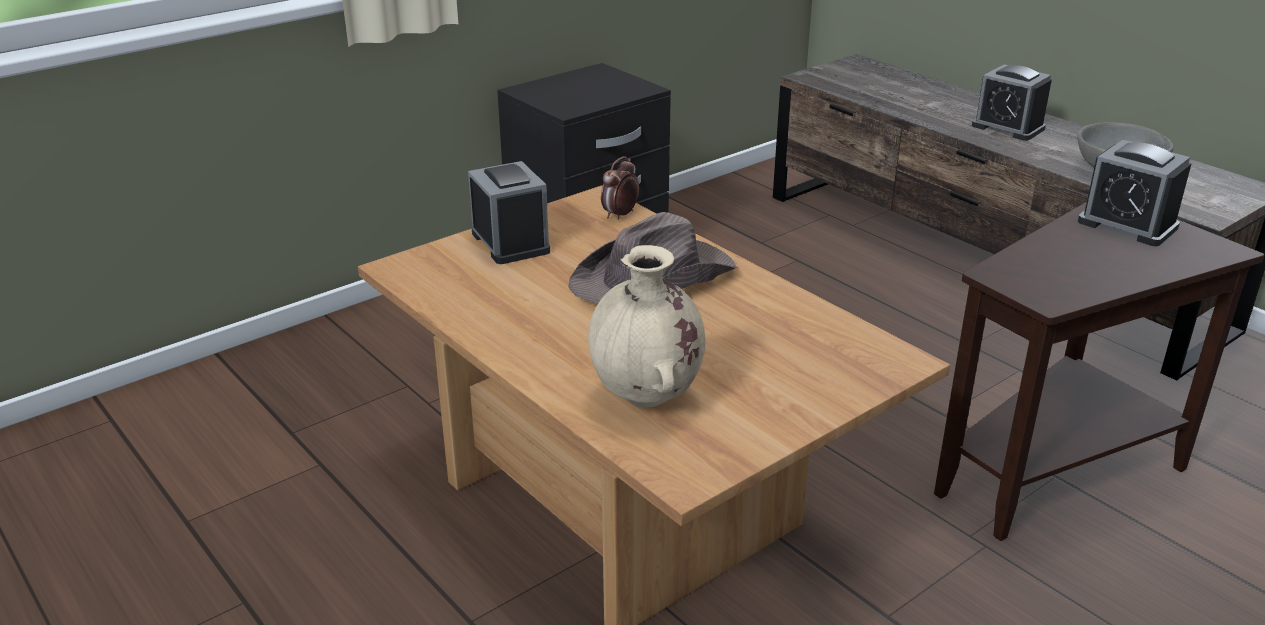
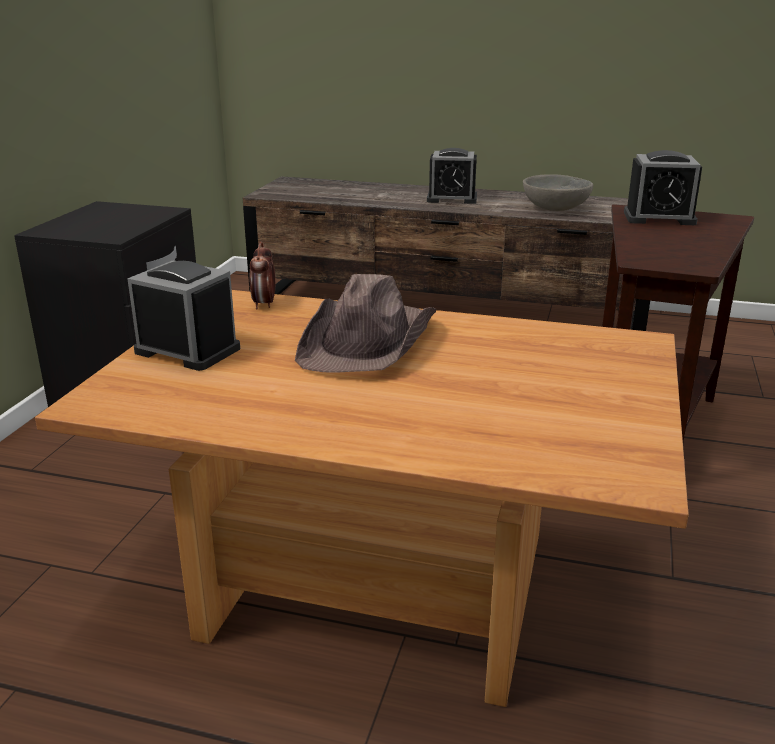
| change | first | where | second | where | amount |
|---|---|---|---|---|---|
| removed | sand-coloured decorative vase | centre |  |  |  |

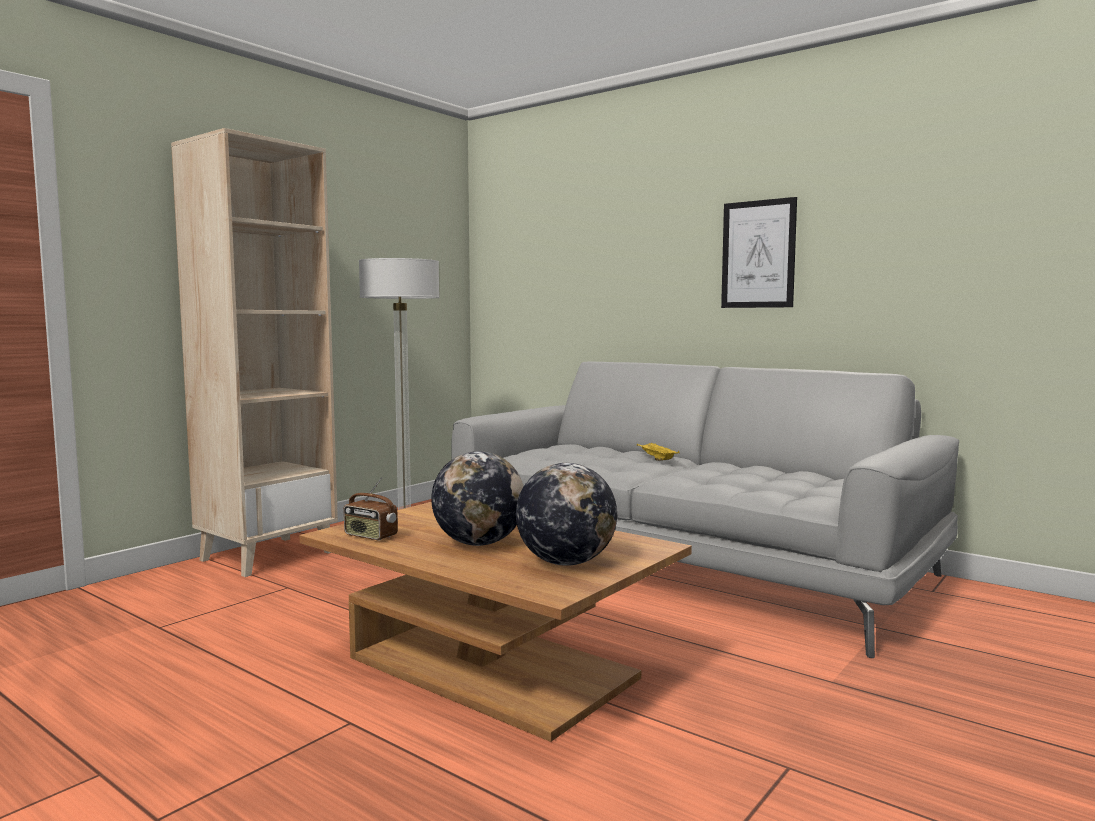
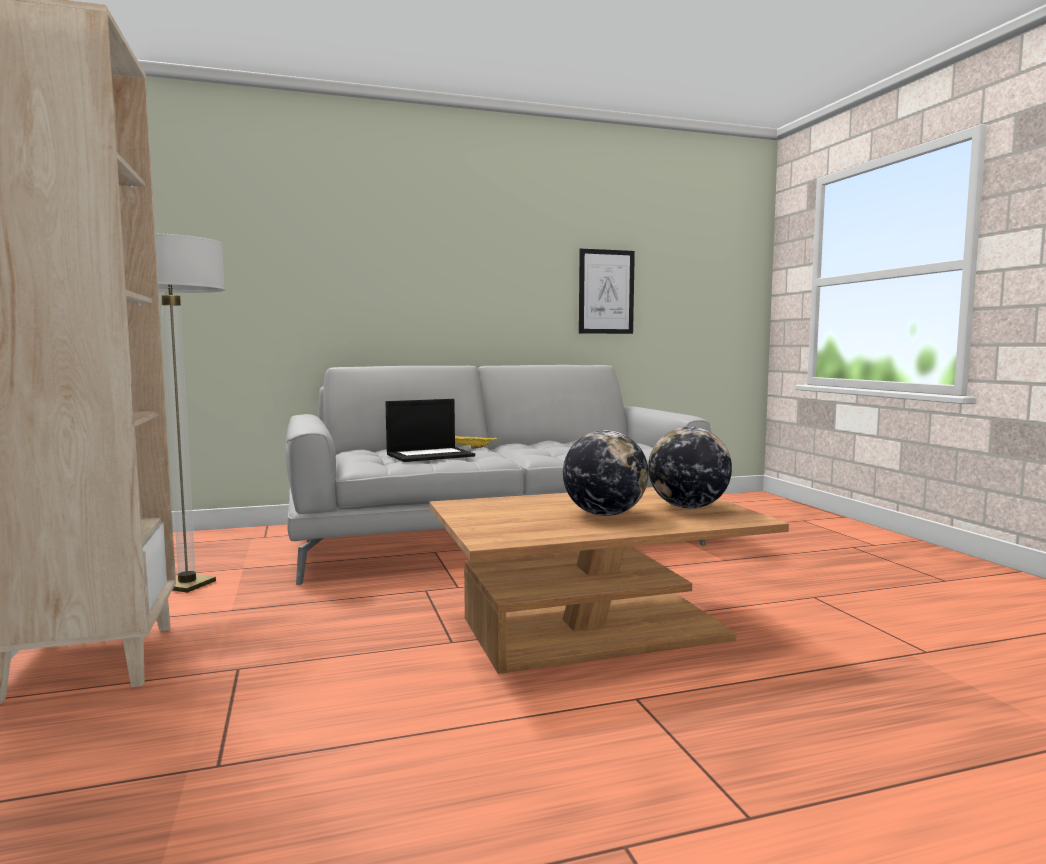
| change | first | where | second | where | amount |
|---|---|---|---|---|---|
| moved | picture | top right |  | centre |  |
| removed | radio receiver | centre |  |  |  |
| added |  |  | laptop | centre |  |

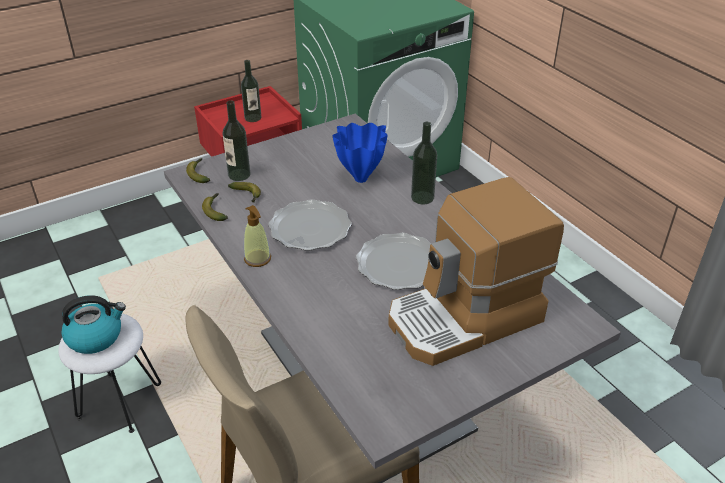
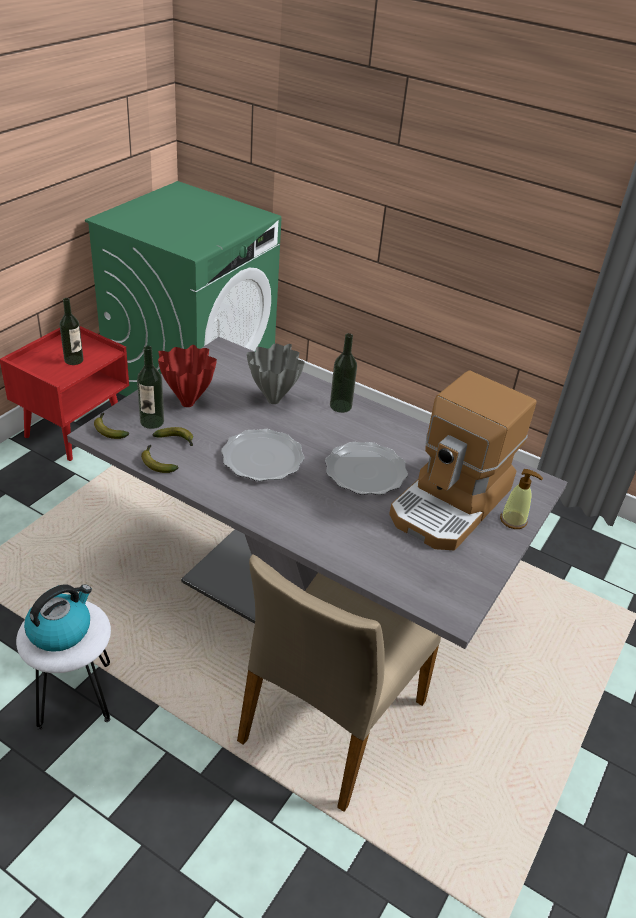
| change | first | where | second | where | amount |
|---|---|---|---|---|---|
| recoloured | blue decorative vase | top centre | gray decorative vase | centre |  |
| moved | liquid soap bottle | centre |  | middle right |  |
| added |  |  | reddish decorative vase | middle left |  |

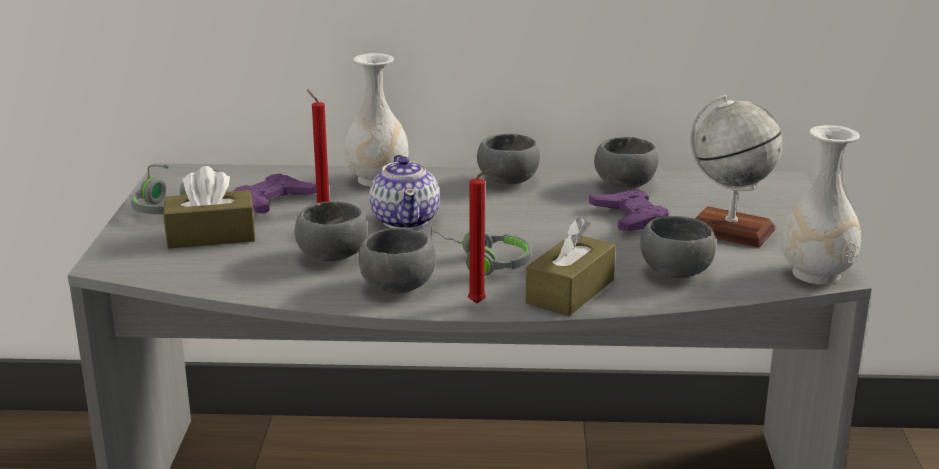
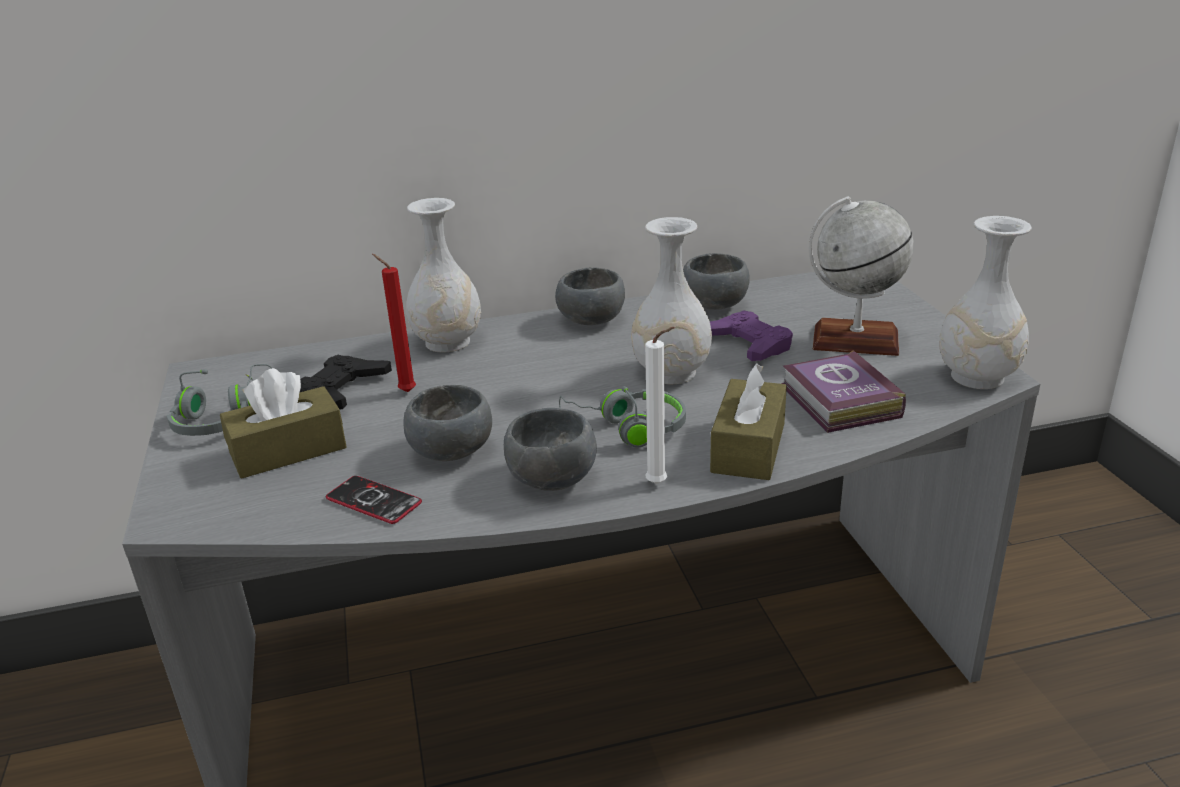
| change | first | where | second | where | amount |
|---|---|---|---|---|---|
| removed | teapot | centre |  |  |  |
| recoloured | reddish wax candle (2nd from left) | centre | white-coloured wax candle | centre |  |
| recoloured | purplish joypad (1st from left) | middle left | blackish joypad | middle left |  |
| replaced | gray serving bowl (5th from left) | middle right | volume | middle right |  |
| added |  |  | white-coloured decorative vase (2nd from left) | centre |  |
| added |  |  | telephone | middle left |  |

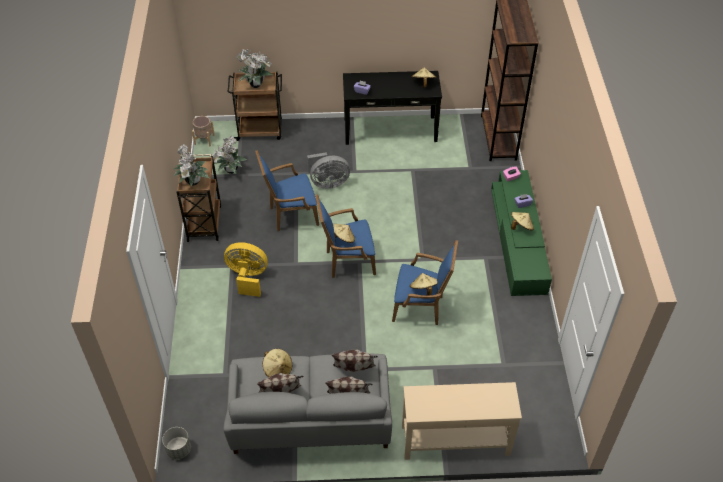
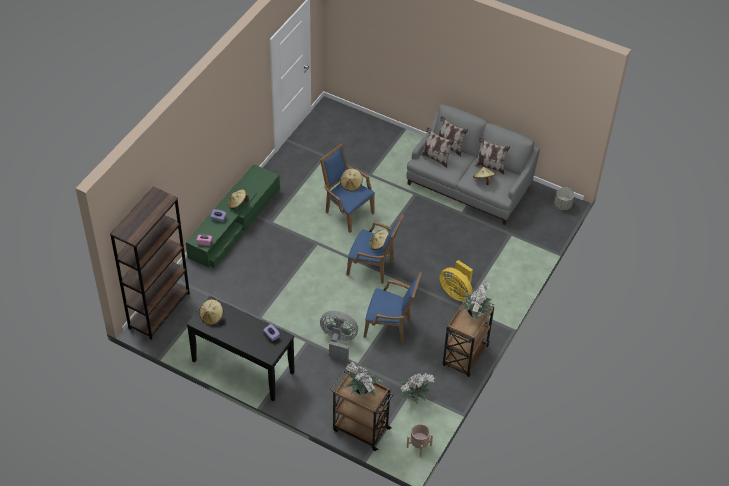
| change | first | where | second | where | amount |
|---|---|---|---|---|---|
| removed | sand-coloured console table | bottom centre |  |  |  |

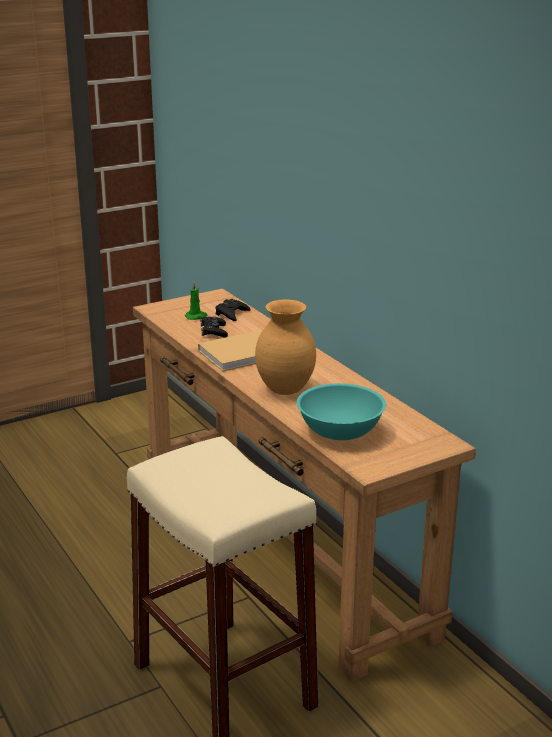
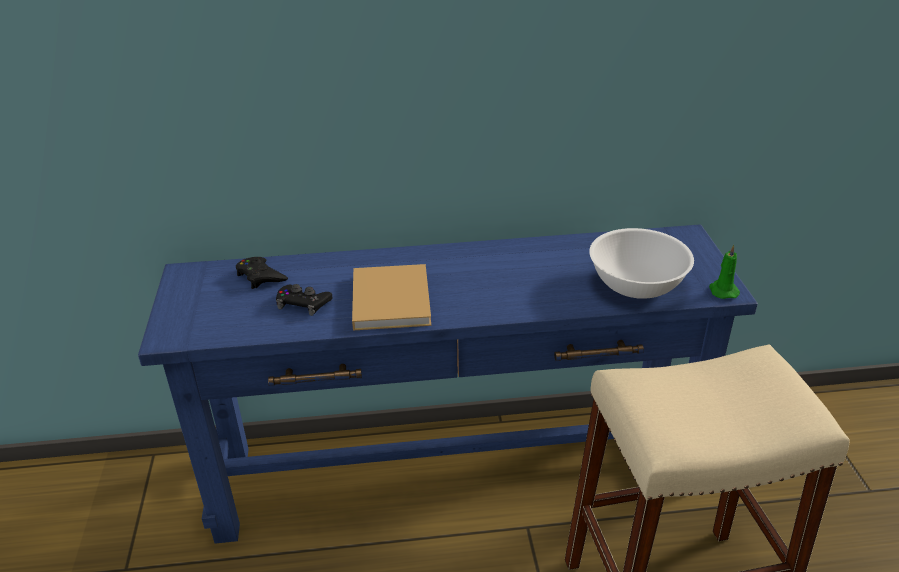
| change | first | where | second | where | amount |
|---|---|---|---|---|---|
| moved | green wax candle | centre |  | middle right |  |
| recoloured | brown console table | centre | blue console table | bottom centre |  |
| removed | brown decorative vase | centre |  |  |  |
| recoloured | turquoise-coloured serving bowl | centre | white-coloured serving bowl | middle right |  |

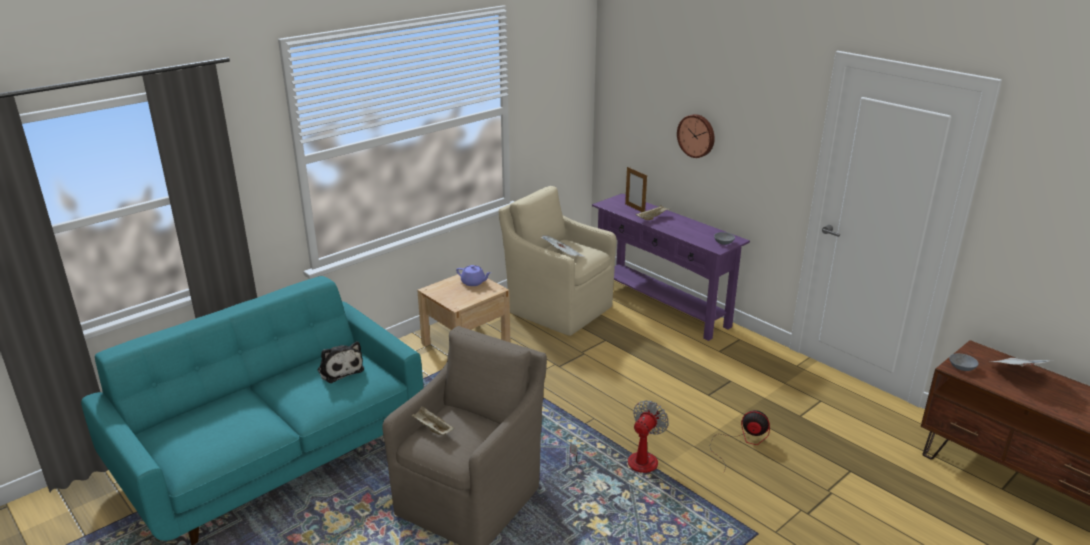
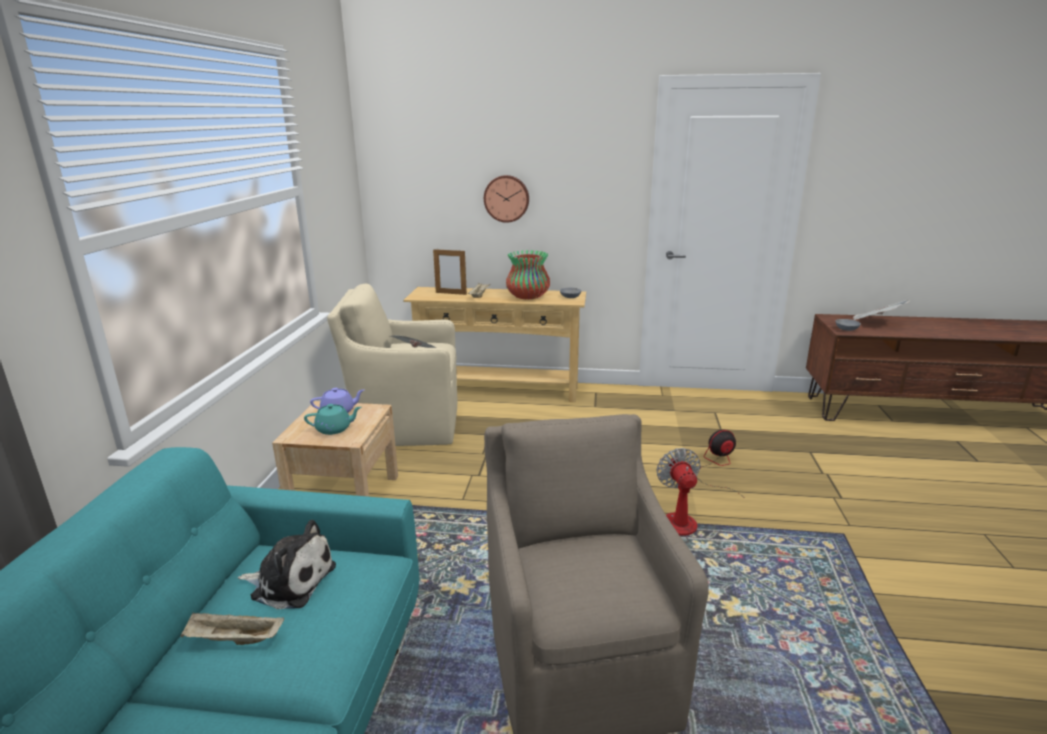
| change | first | where | second | where | amount |
|---|---|---|---|---|---|
| recoloured | purplish console table | centre | sand-coloured console table | centre |  |
| moved | sand-coloured carrying tray (1st from left) | bottom centre |  | bottom left |  |
| added |  |  | decorative vase | centre |  |
| added |  |  | turquoise-coloured teapot | middle left |  |

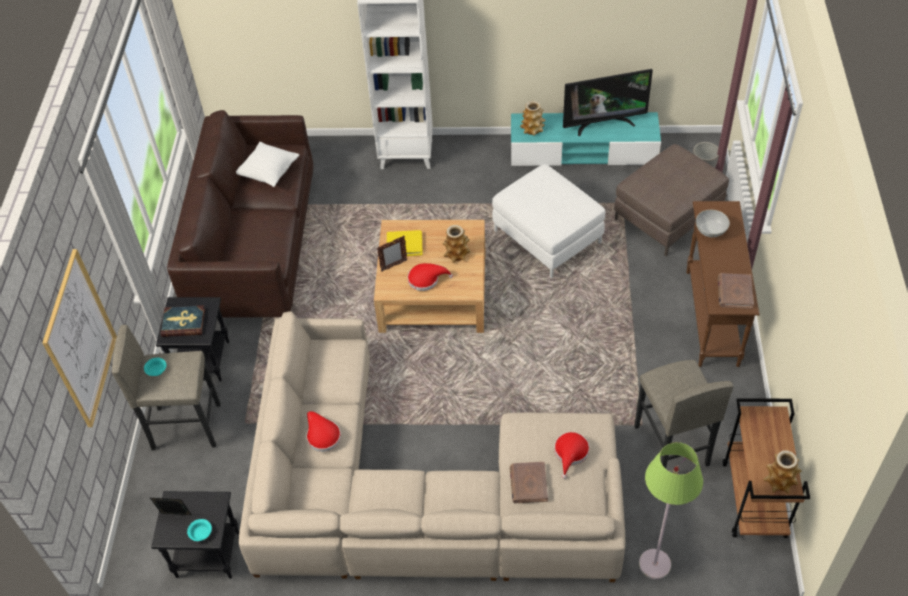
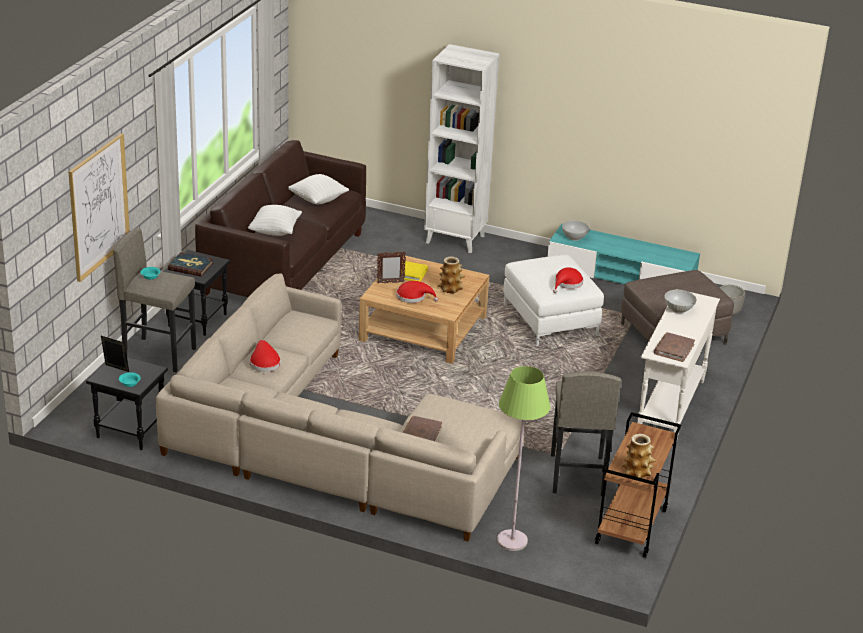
| change | first | where | second | where | amount |
|---|---|---|---|---|---|
| removed | TV | top right |  |  |  |
| replaced | decorative vase (2nd from left) | top centre | white-coloured serving bowl (1st from left) | centre |  |
| recoloured | brown console table | middle right | white-coloured console table | middle right |  |
| moved | reddish wearable hat (3rd from left) | bottom centre |  | centre |  |
| added |  |  | white-coloured pillow (1st from left) | middle left |  |

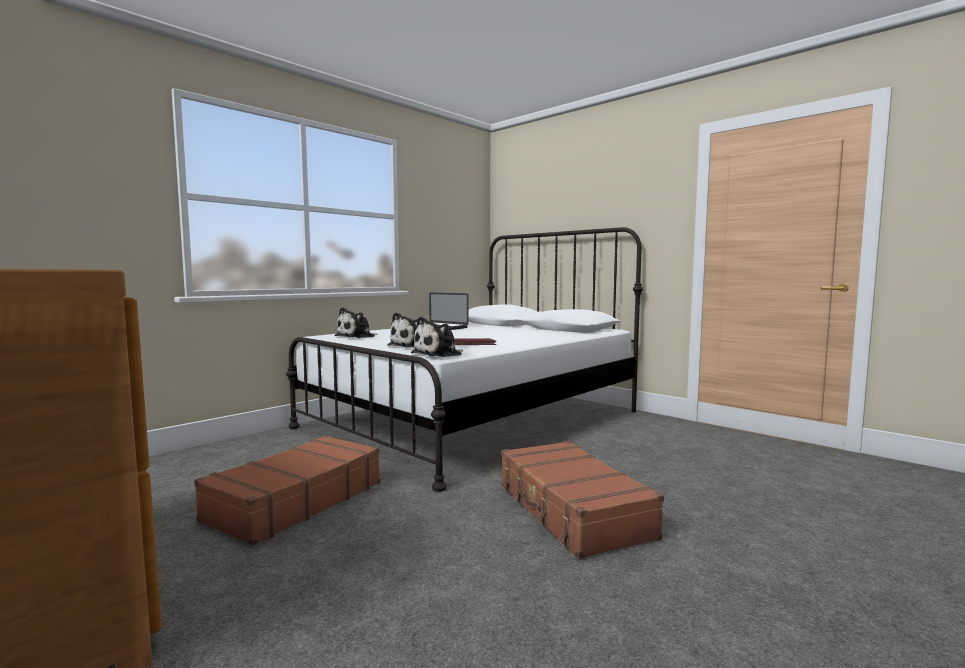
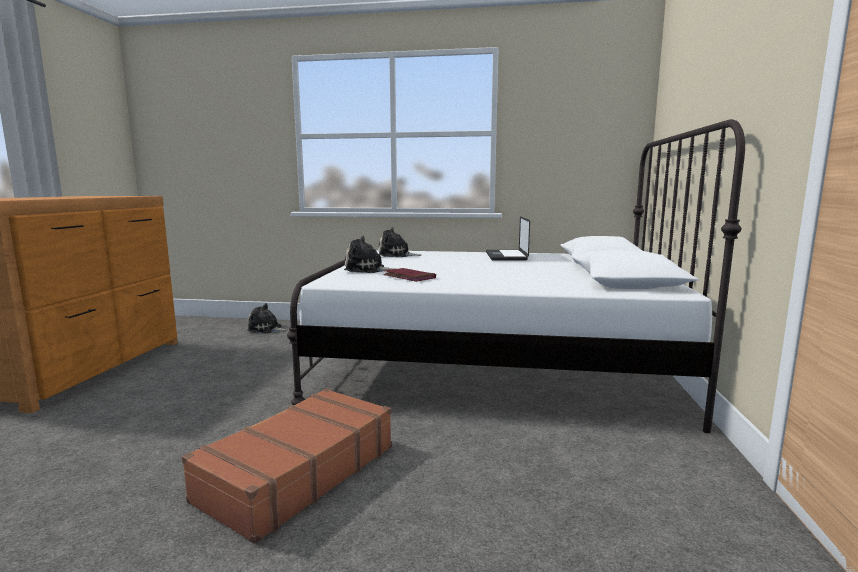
| change | first | where | second | where | amount |
|---|---|---|---|---|---|
| moved | cuddly toy (3rd from left in the first image) | centre | cuddly toy (1st from left) | middle left |  |
| removed | brown suitcase (1st from left) | bottom left |  |  |  |

